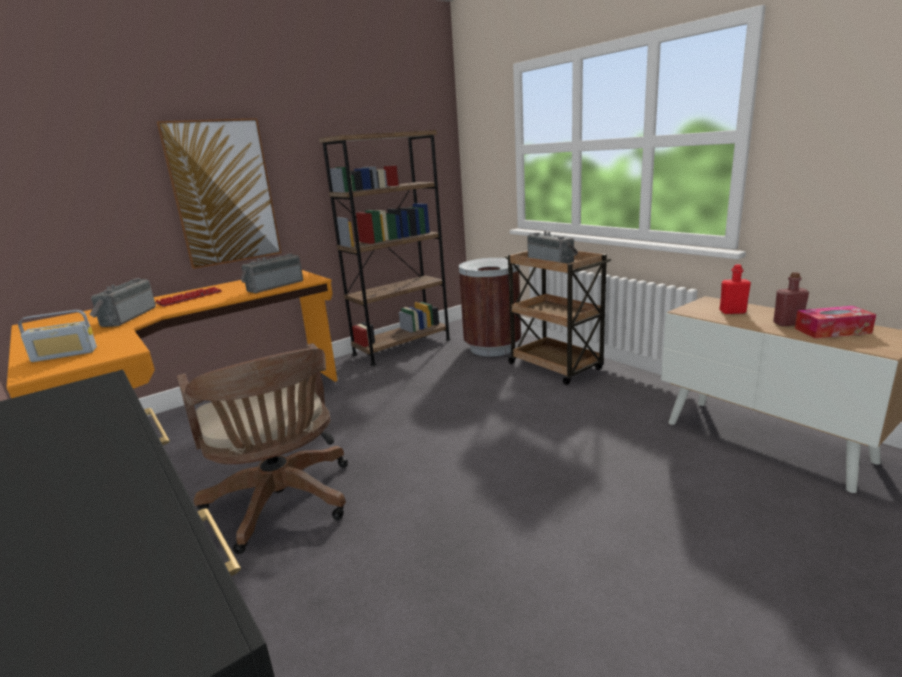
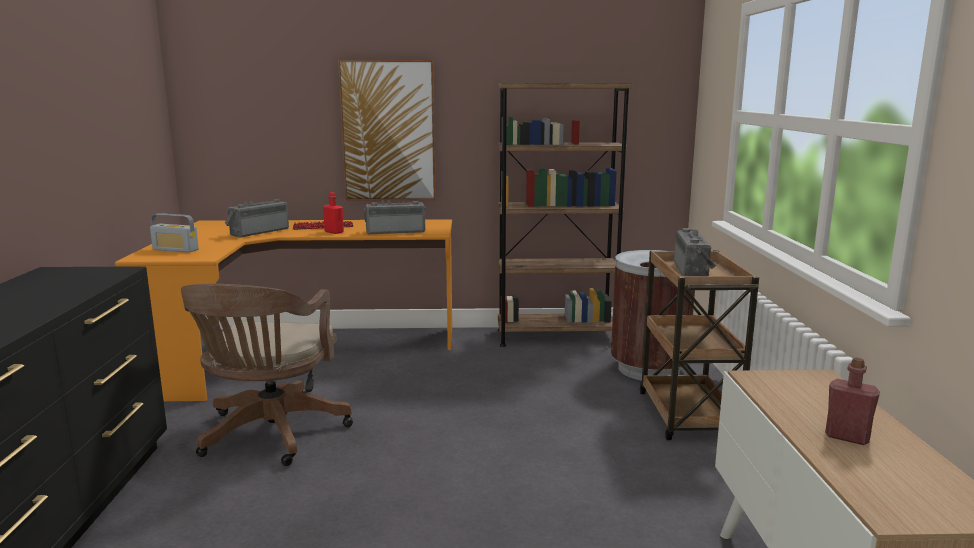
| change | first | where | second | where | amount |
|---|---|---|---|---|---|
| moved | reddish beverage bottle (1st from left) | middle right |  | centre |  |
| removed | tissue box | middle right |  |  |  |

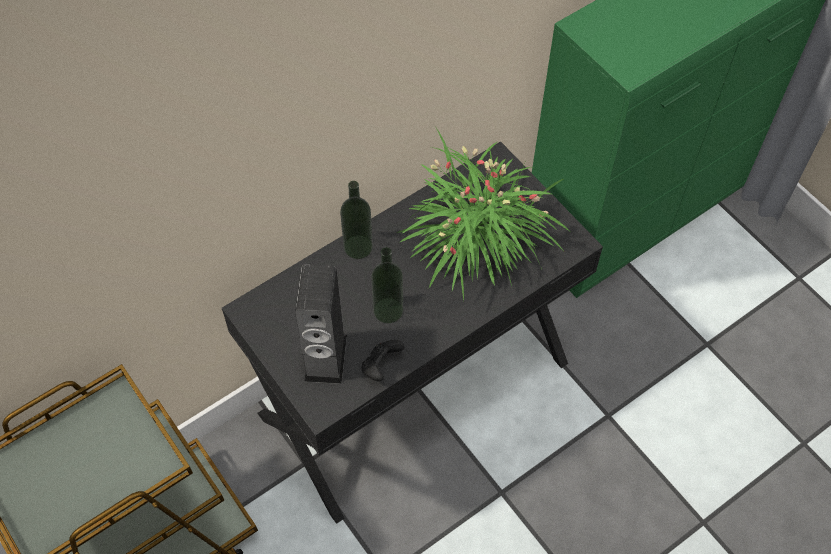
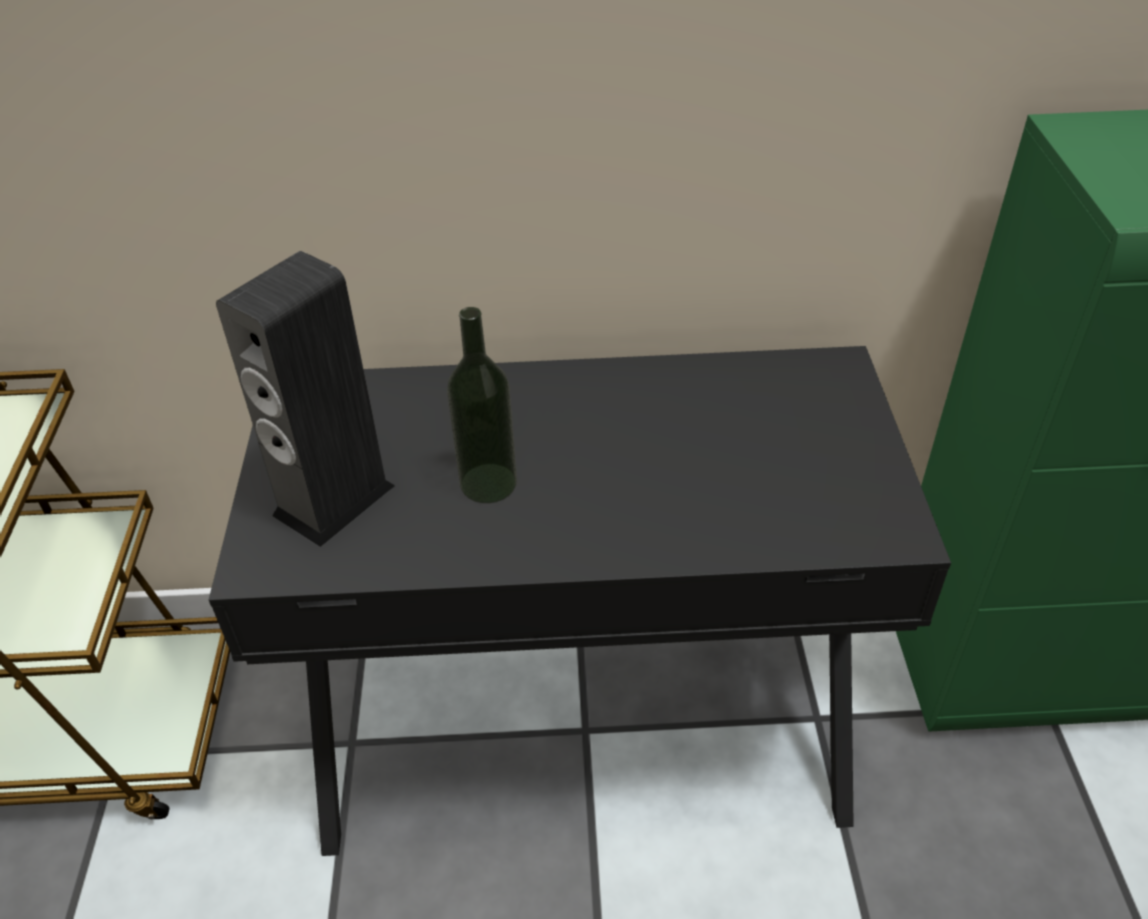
| change | first | where | second | where | amount |
|---|---|---|---|---|---|
| removed | potted plant | centre |  |  |  |
| removed | beverage bottle (1st from left) | centre |  |  |  |
| removed | blackish joypad | centre |  |  |  |

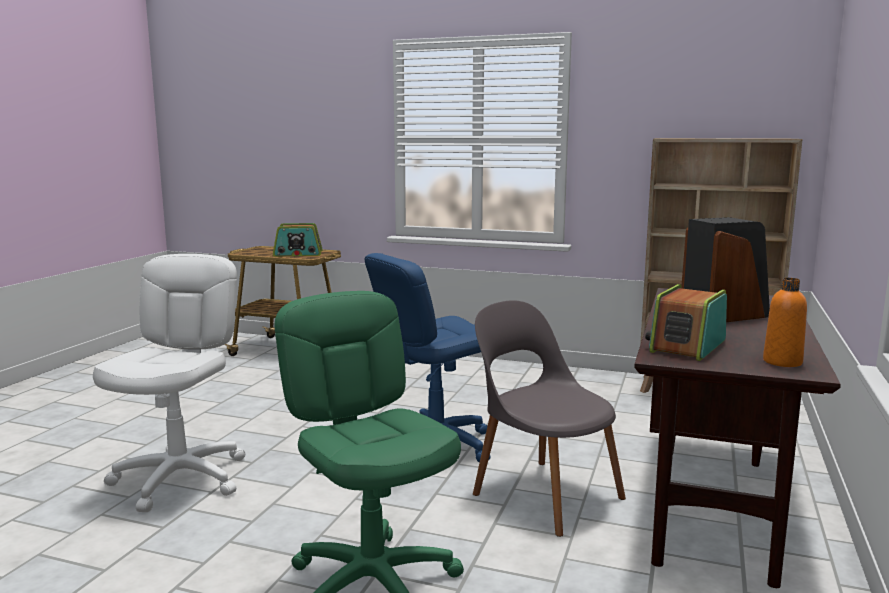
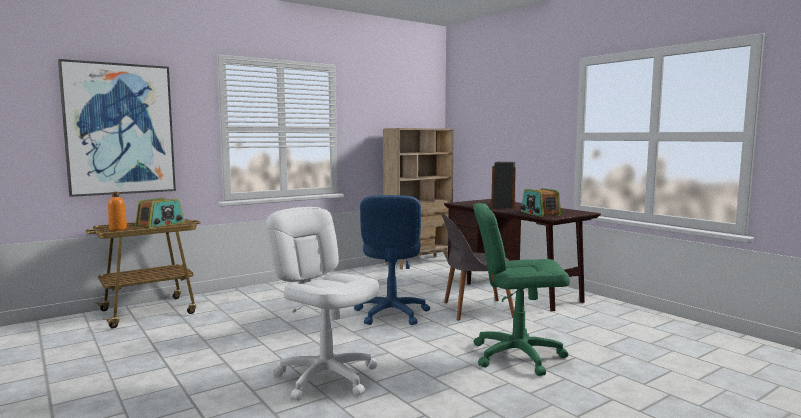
| change | first | where | second | where | amount |
|---|---|---|---|---|---|
| moved | orange beverage bottle | middle right |  | middle left |  |
| added |  |  | picture | top left |  |

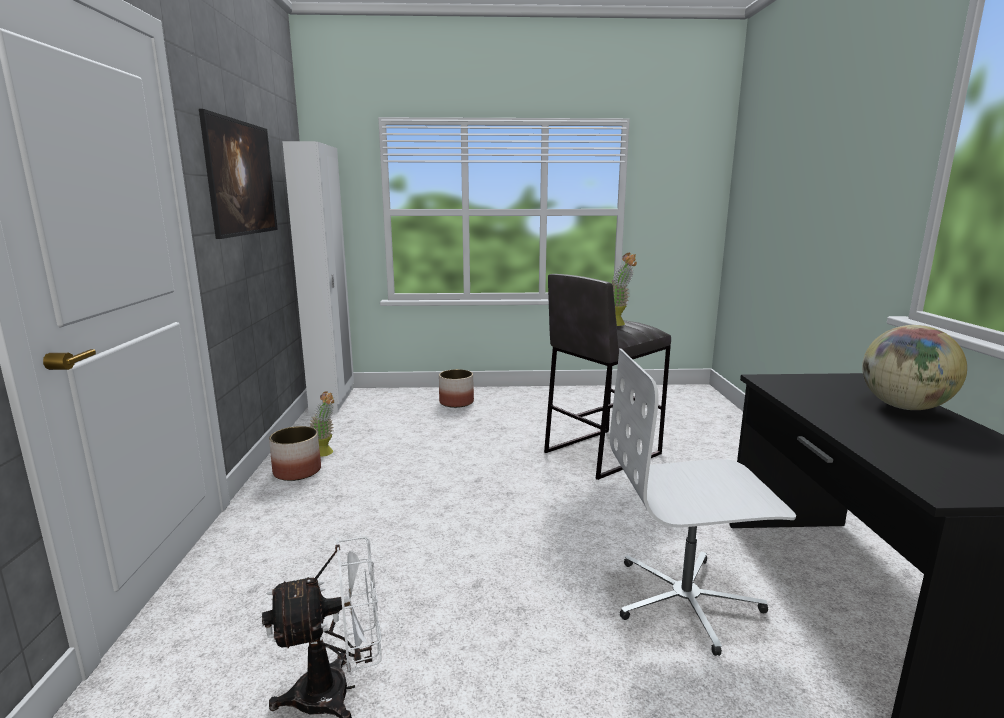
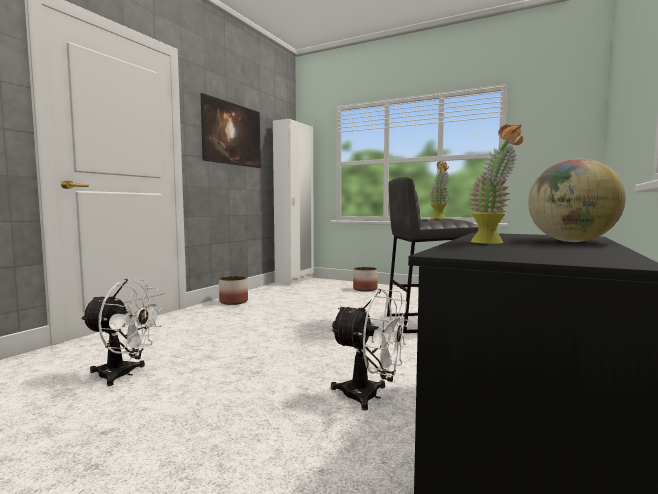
| change | first | where | second | where | amount |
|---|---|---|---|---|---|
| replaced | white-coloured computer chair | bottom right | white-coloured electric fan (2nd from left) | bottom centre |  |
| moved | potted plant (1st from left in the first image) | middle left | potted plant (2nd from left) | middle right |  |

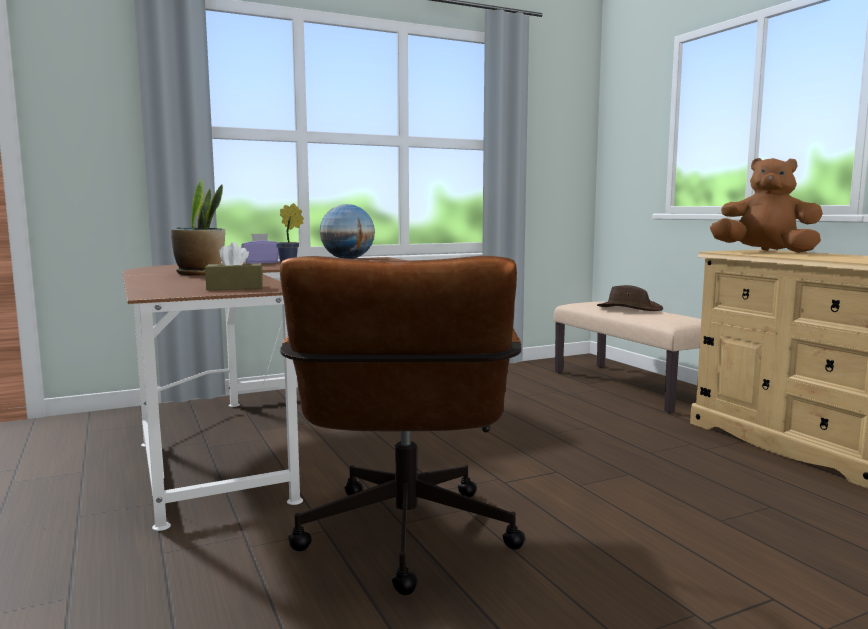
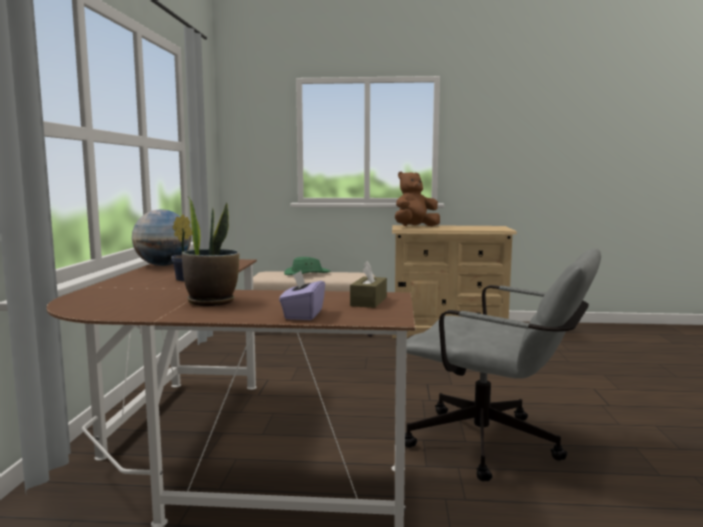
| change | first | where | second | where | amount |
|---|---|---|---|---|---|
| moved | purplish tissue box | middle left |  | centre |  |
| recoloured | brown computer chair | bottom centre | gray computer chair | bottom right |  |
| recoloured | brown wearable hat | middle right | green wearable hat | centre |  |

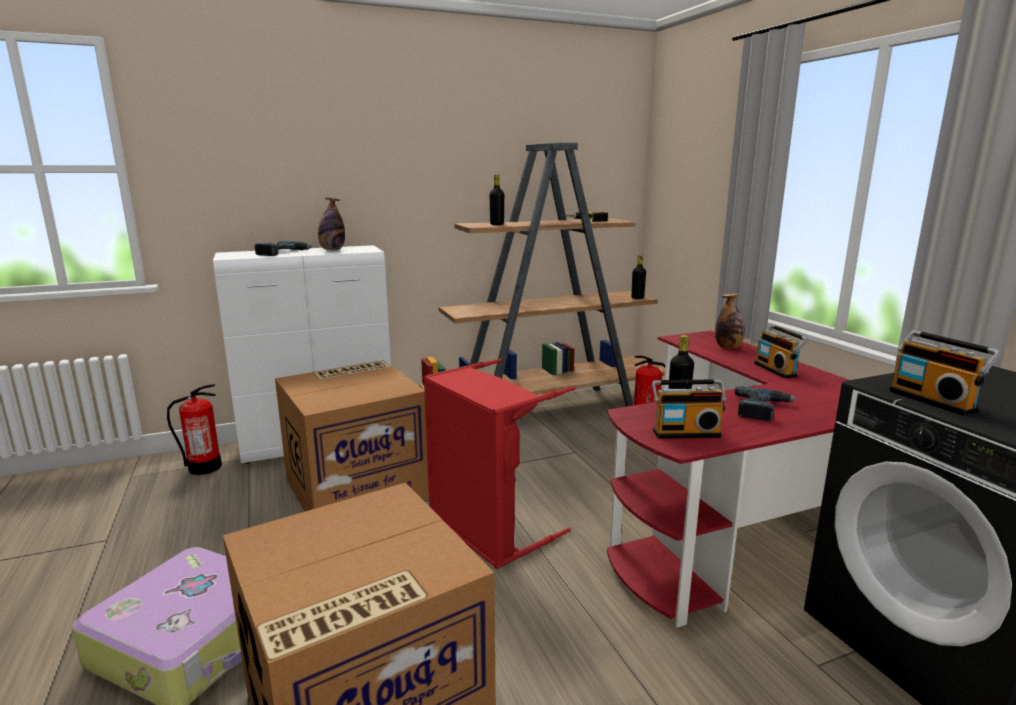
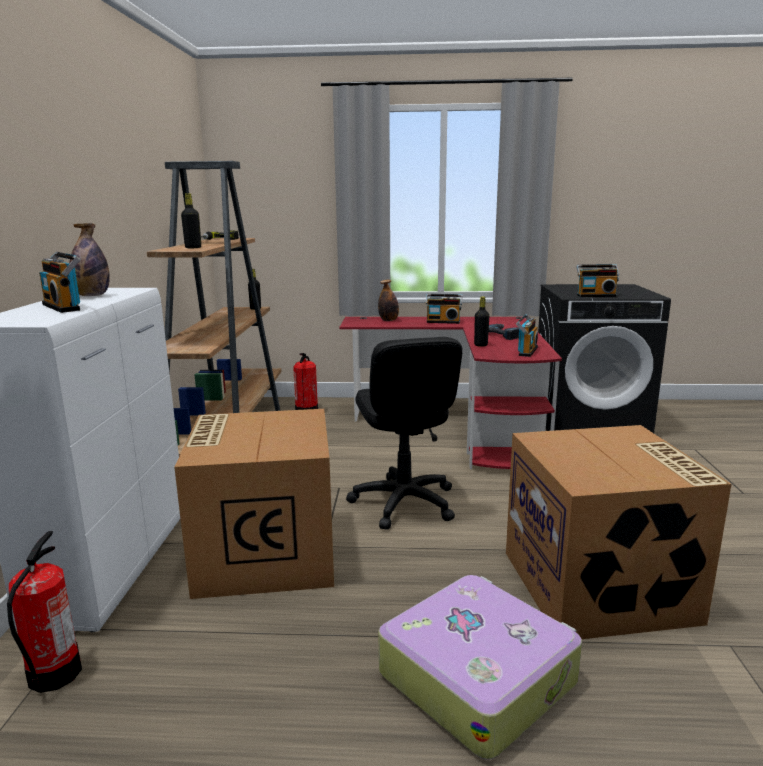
| change | first | where | second | where | amount |
|---|---|---|---|---|---|
| replaced | drill (1st from left) | middle left | radio receiver (1st from left) | middle left |  |
| replaced | reddish hamper | centre | blackish computer chair | centre |  |

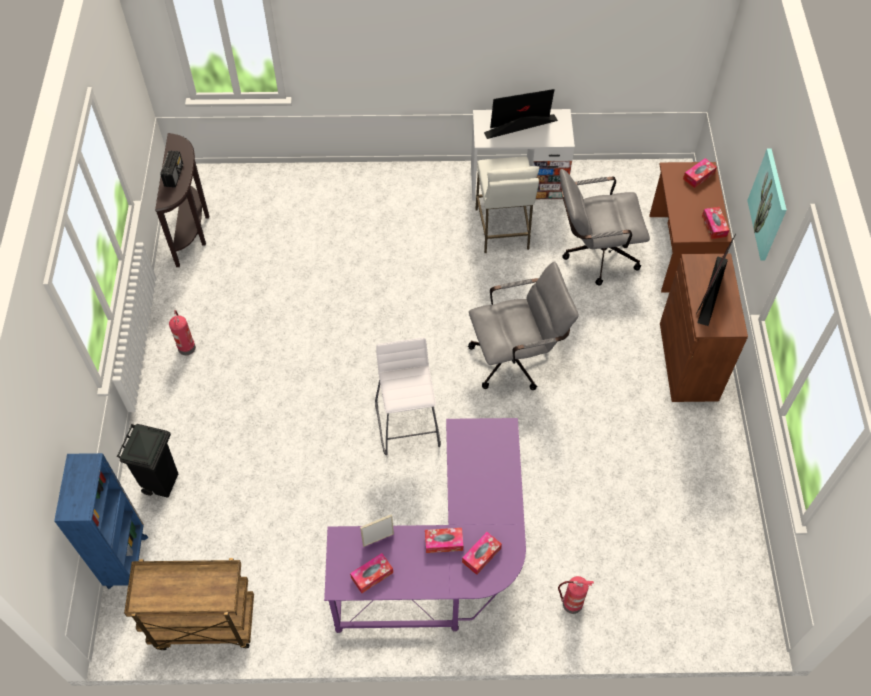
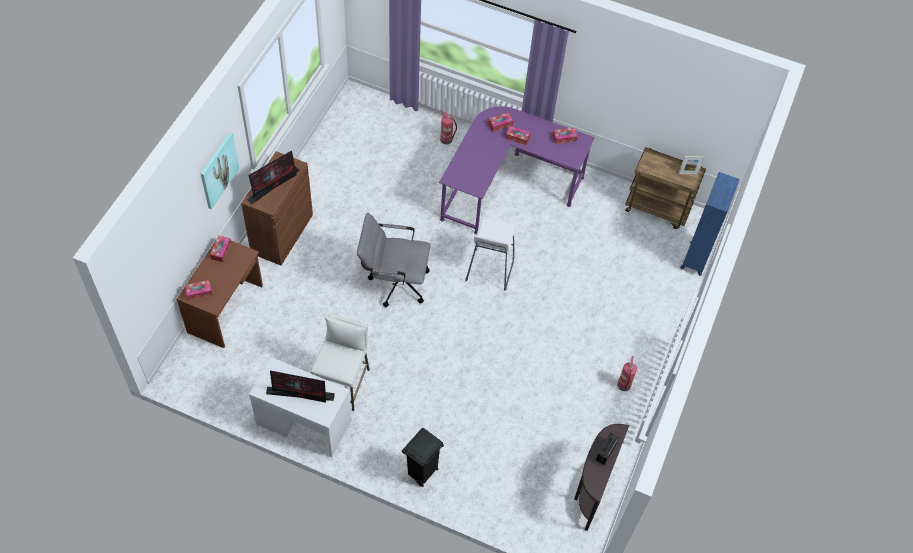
| change | first | where | second | where | amount |
|---|---|---|---|---|---|
| removed | gray computer chair (2nd from left) | top right |  |  |  |
| moved | blackish rubbish bin | middle left |  | bottom centre |  |
| moved | picture frame | bottom centre |  | top right |  |

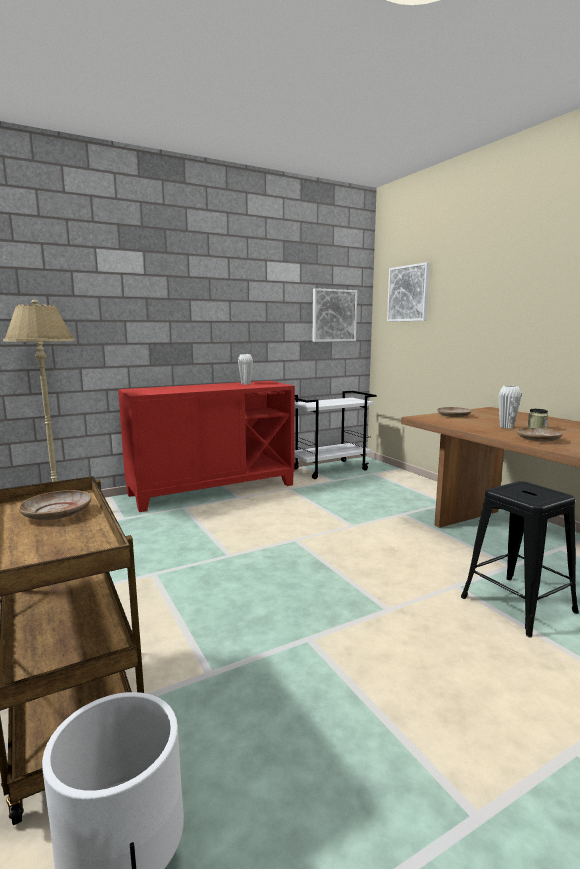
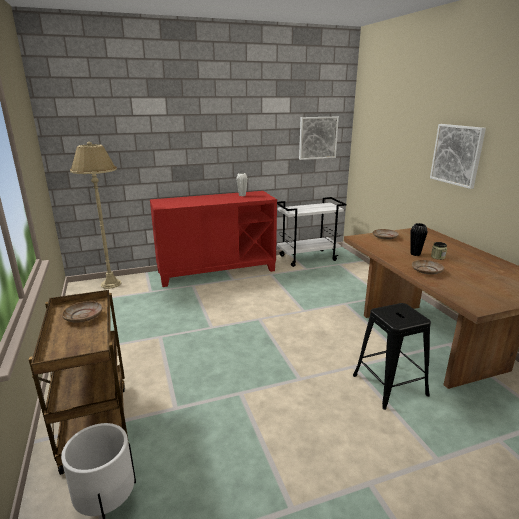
| change | first | where | second | where | amount |
|---|---|---|---|---|---|
| moved | picture (2nd from left) | middle right |  | top right |  |
| recoloured | white-coloured decorative vase (2nd from left) | middle right | blackish decorative vase | middle right |  |

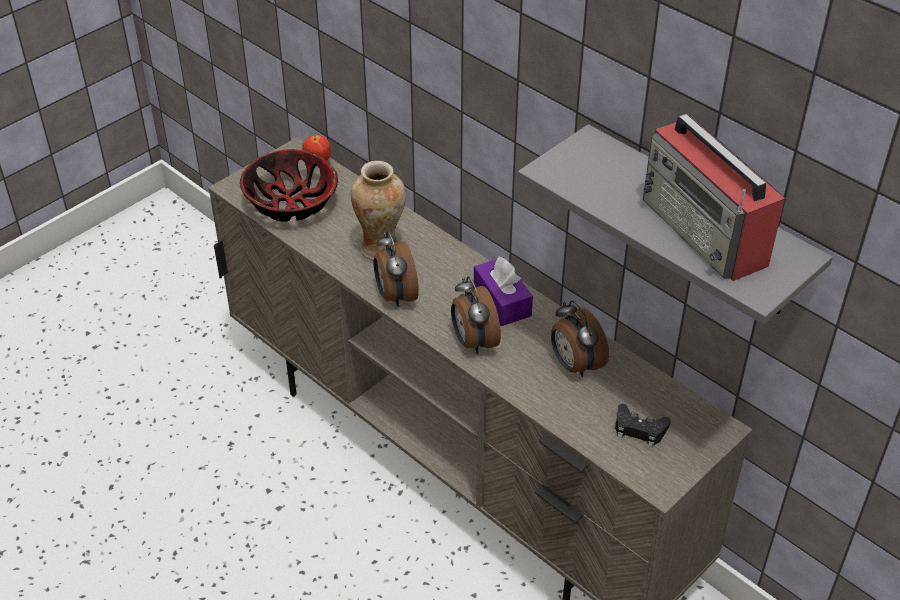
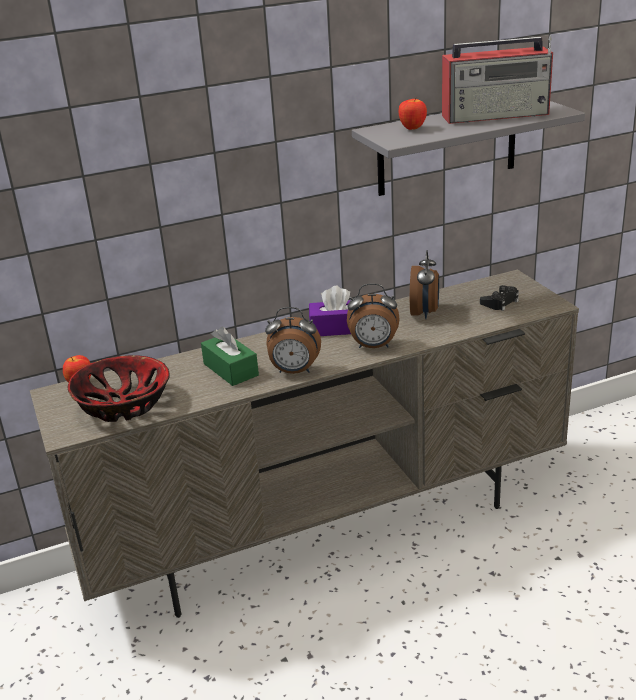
| change | first | where | second | where | amount |
|---|---|---|---|---|---|
| replaced | decorative vase | centre | green tissue box | centre |  |
| turned | table clock (3rd from left) | centre |  | middle right | 75 degrees counterclockwise |
| added |  |  | whole apple (2nd from left) | top centre |  |

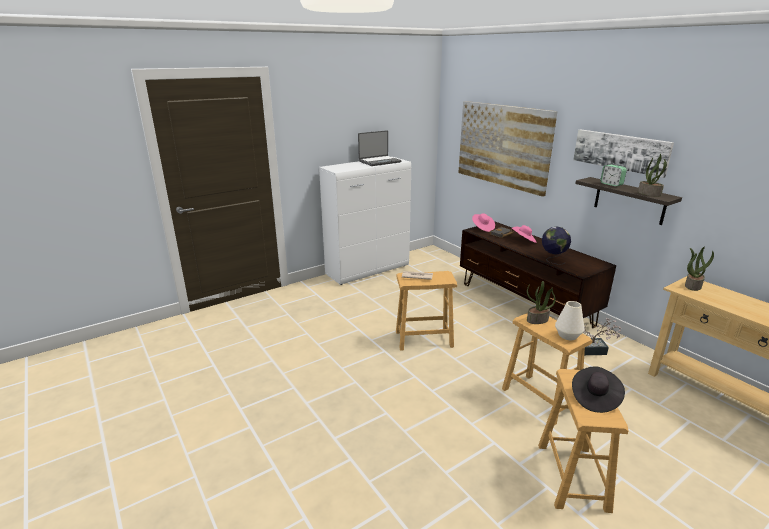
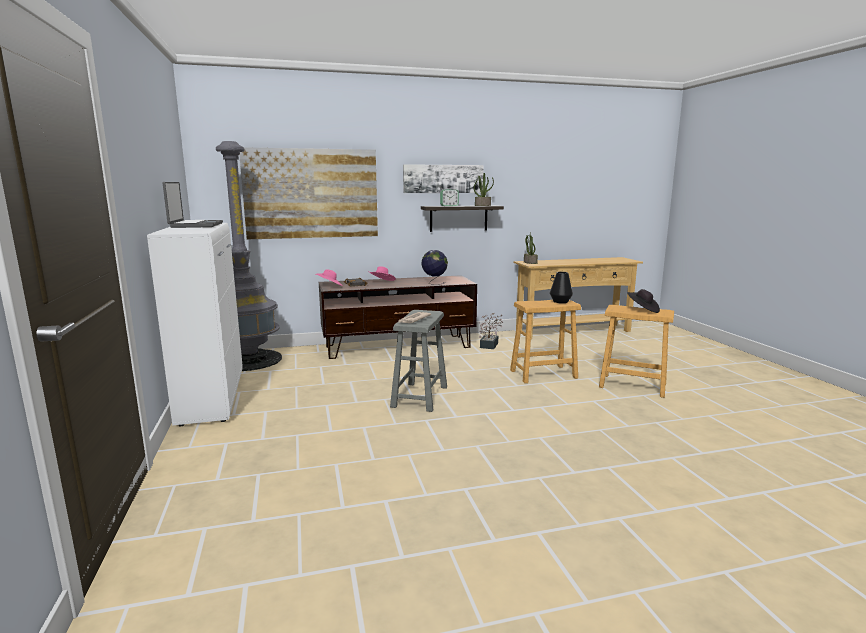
| change | first | where | second | where | amount |
|---|---|---|---|---|---|
| recoloured | brown stool (1st from left) | centre | gray stool | centre |  |
| removed | potted plant (1st from left) | middle right |  |  |  |
| recoloured | white-coloured decorative vase | middle right | blackish decorative vase | centre |  |
| added |  |  | gray standing lamp | middle left |  |

